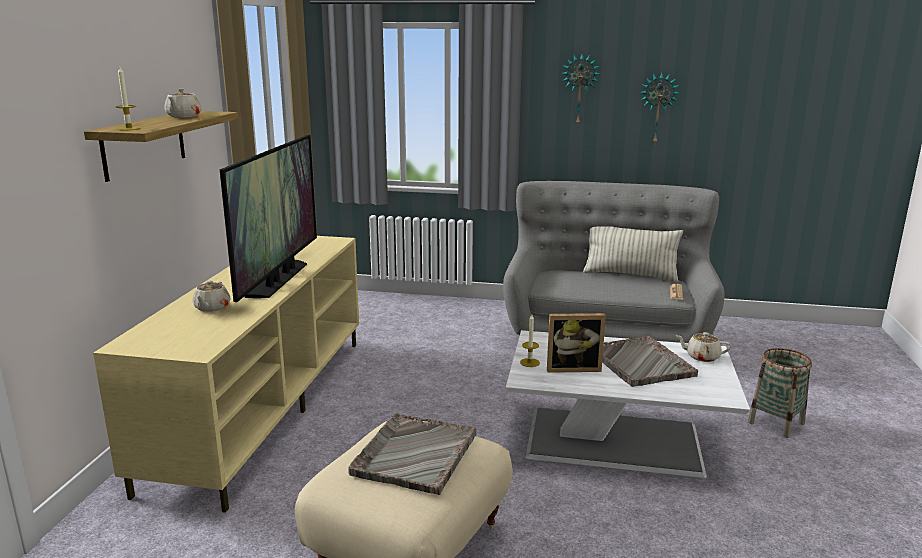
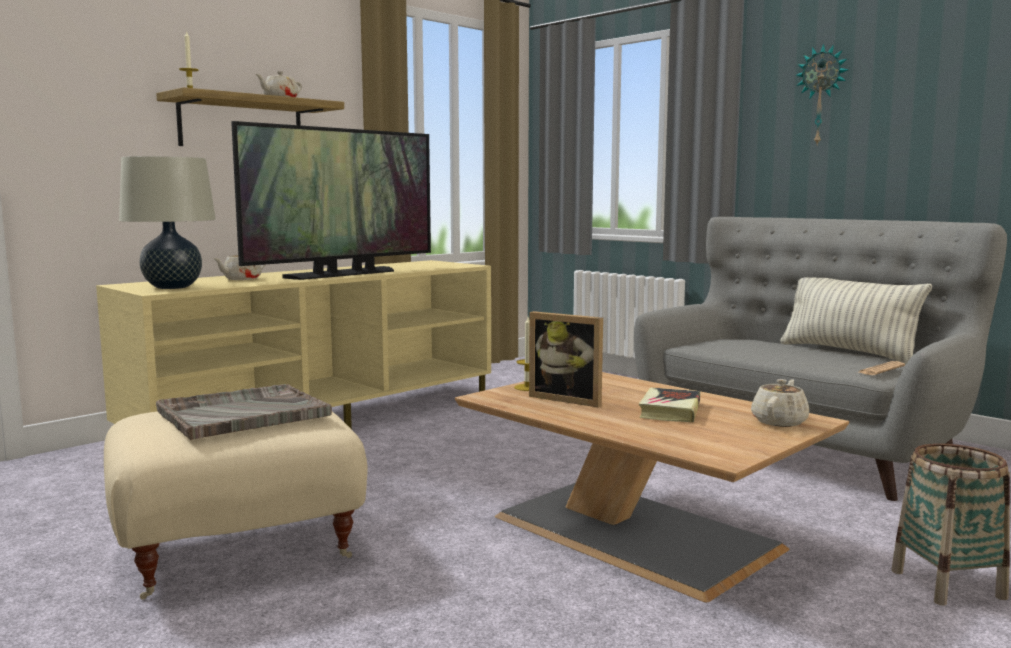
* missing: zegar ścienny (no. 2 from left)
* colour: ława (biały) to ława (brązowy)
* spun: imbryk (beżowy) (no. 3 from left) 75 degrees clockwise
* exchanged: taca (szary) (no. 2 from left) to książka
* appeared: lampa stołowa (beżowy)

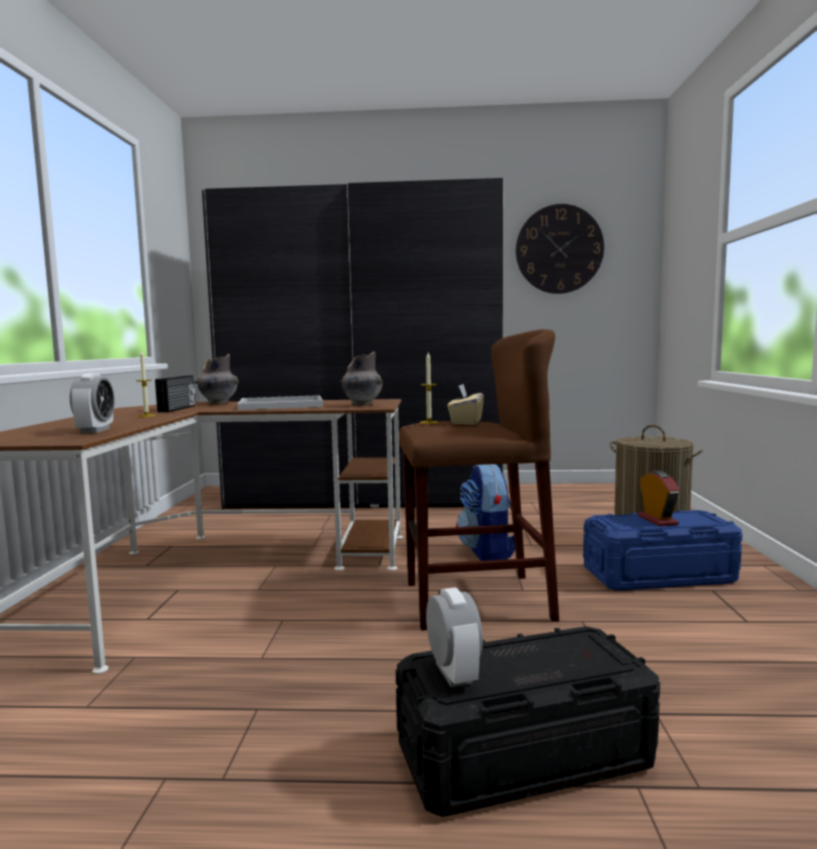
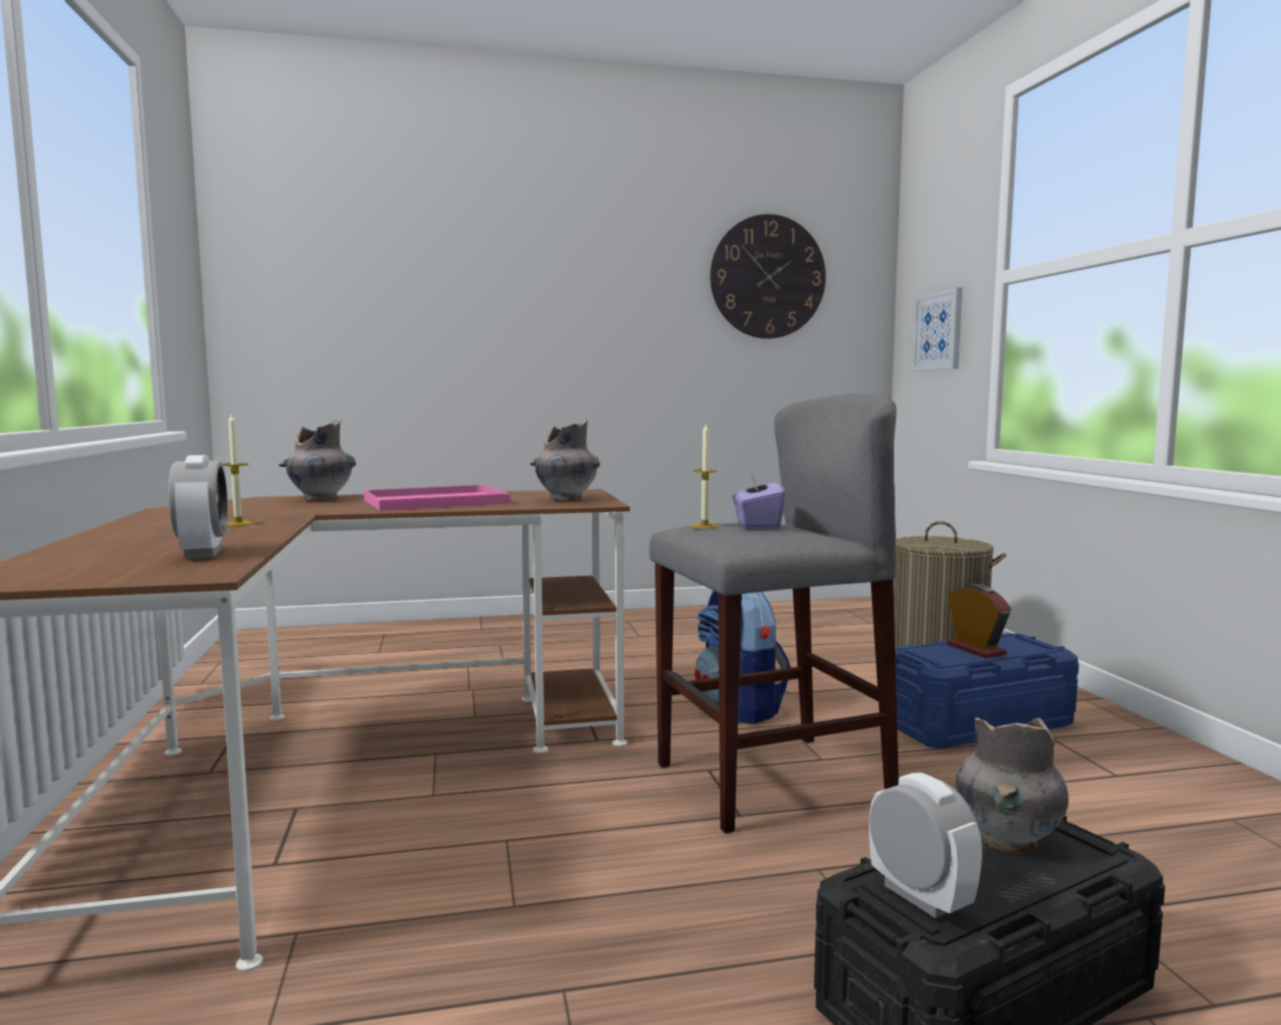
* missing: szafa (szary)
* colour: stołek (brązowy) to stołek (szary)
* missing: radio
* colour: pudełko chusteczek (beżowy) to pudełko chusteczek (fioletowy)
* colour: taca (biały) to taca (różowy)
* appeared: obraz
* appeared: wazon (szary) (no. 3 from left)

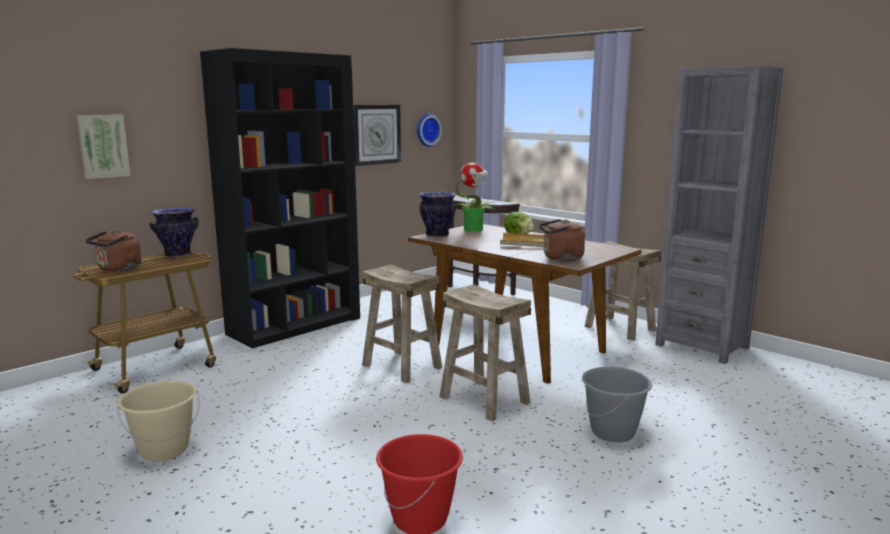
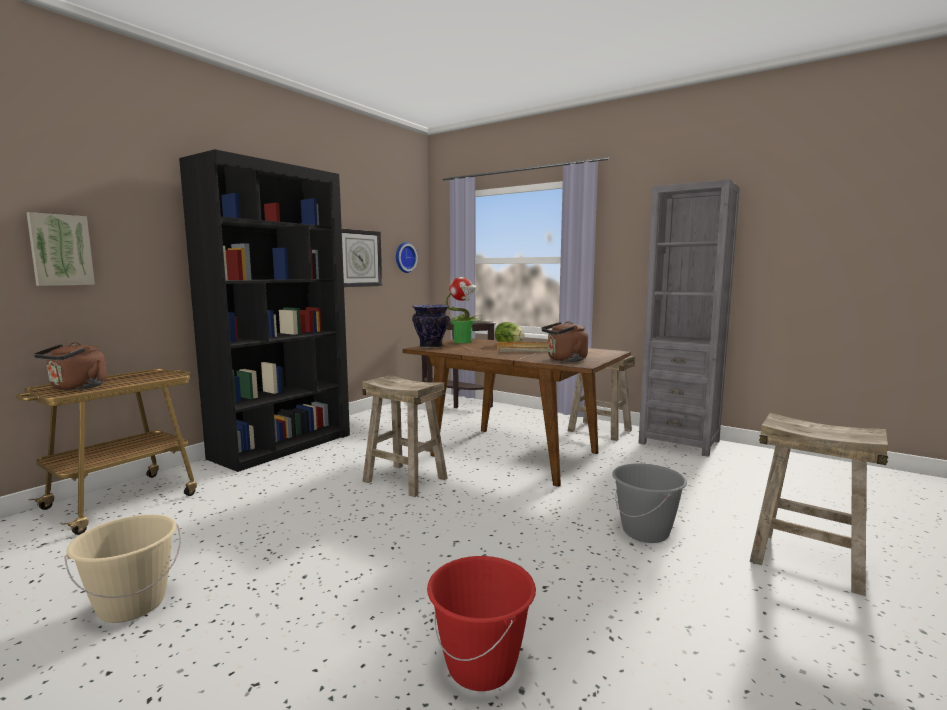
* missing: wazon (no. 1 from left)
* relocated: stołek (beżowy) (no. 2 from left in the first image) to stołek (beżowy) (no. 3 from left)

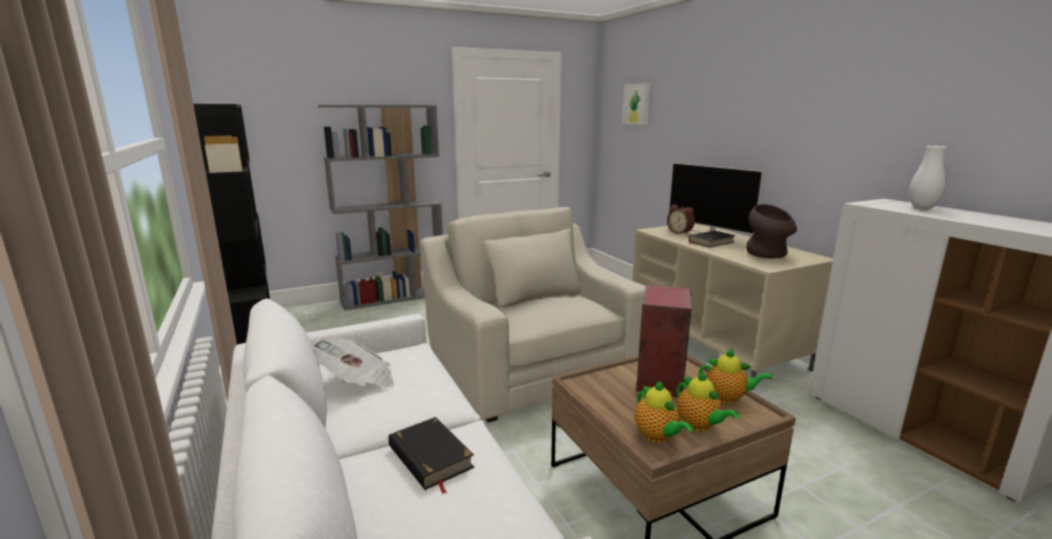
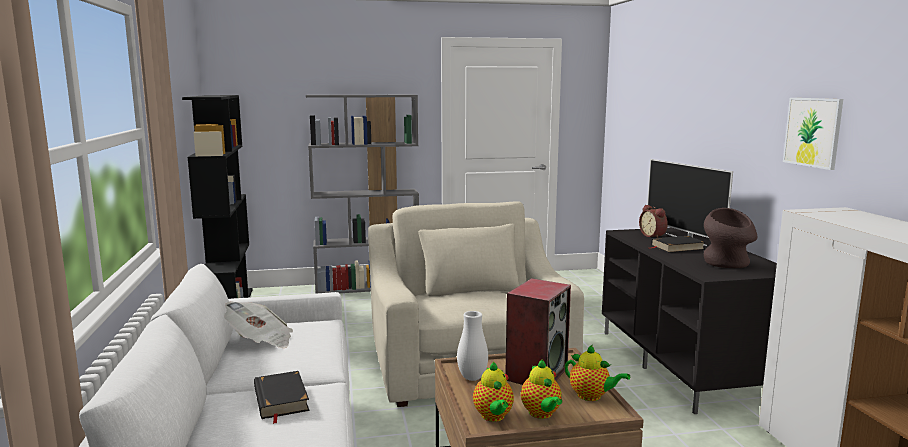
* relocated: obraz
* relocated: wazon (biały)
* colour: szafka pod telewizor (beżowy) to szafka pod telewizor (czarny)

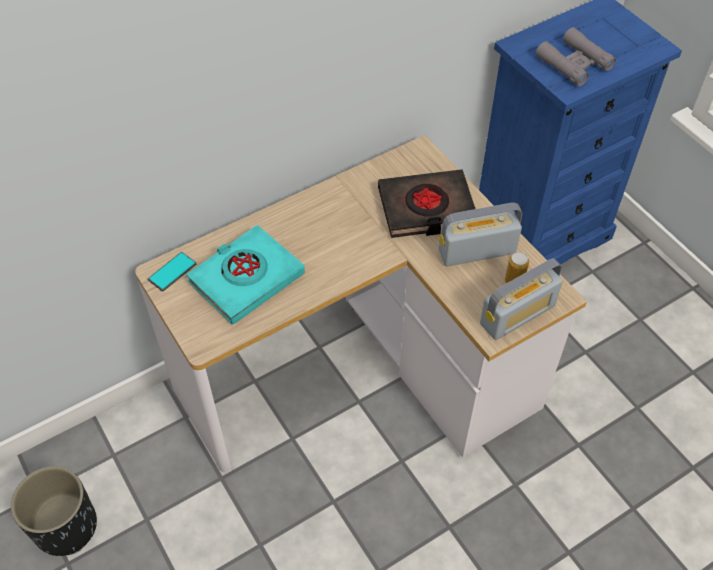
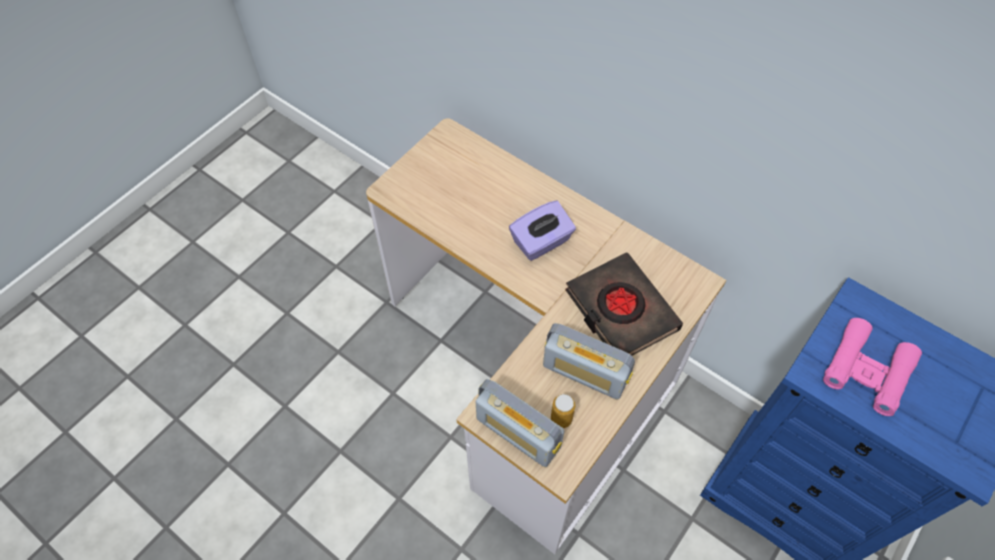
* colour: lornetka (szary) to lornetka (różowy)
* spun: radio (no. 1 from left in the first image) 150 degrees clockwise
* missing: książka (turkusowy)
* missing: telefon
* missing: donica (czarny)
* appeared: pudełko chusteczek (fioletowy)

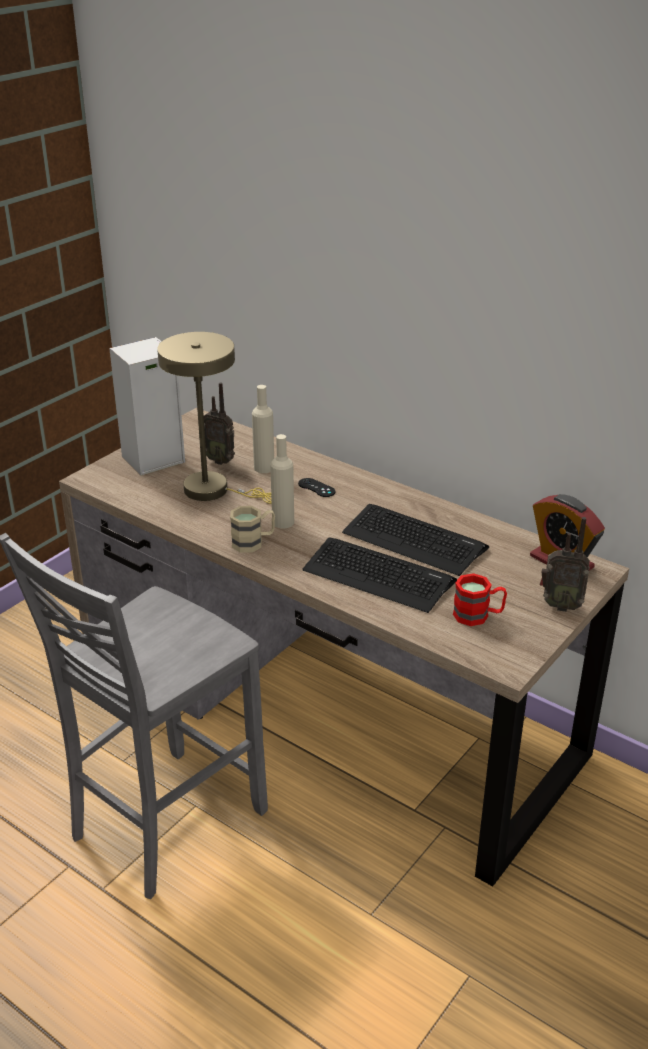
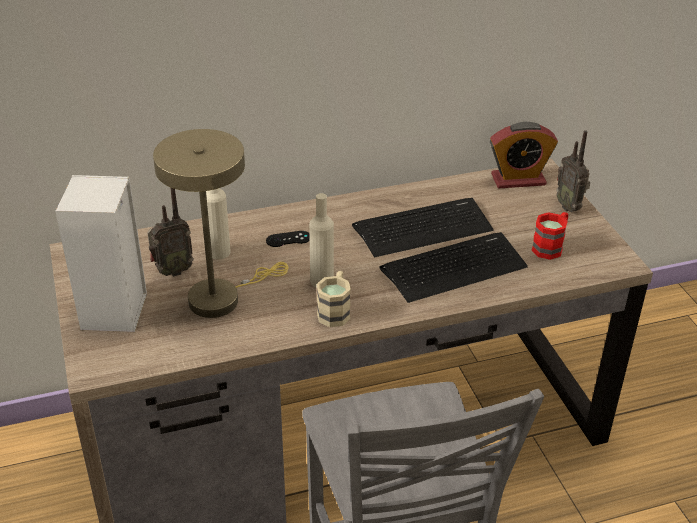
* spun: radio (no. 2 from left) 105 degrees clockwise

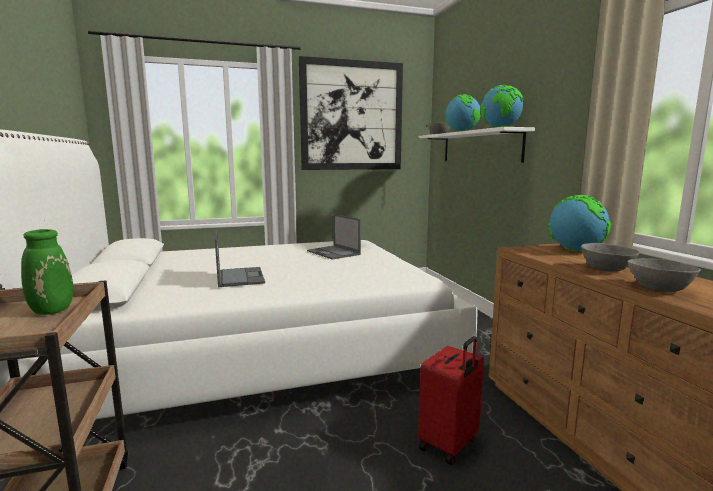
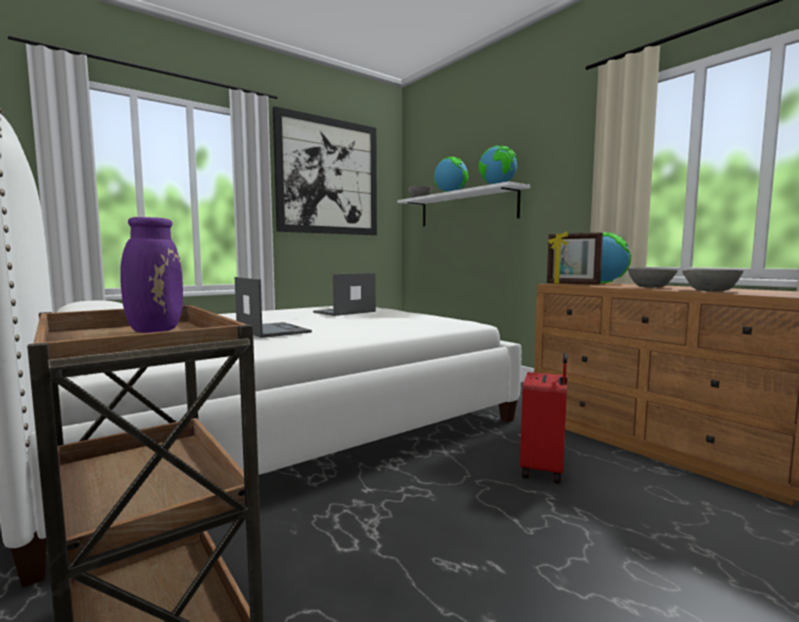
* spun: laptop (no. 2 from left) 105 degrees clockwise
* colour: wazon (zielony) to wazon (fioletowy)
* appeared: ramka na zdjęcie

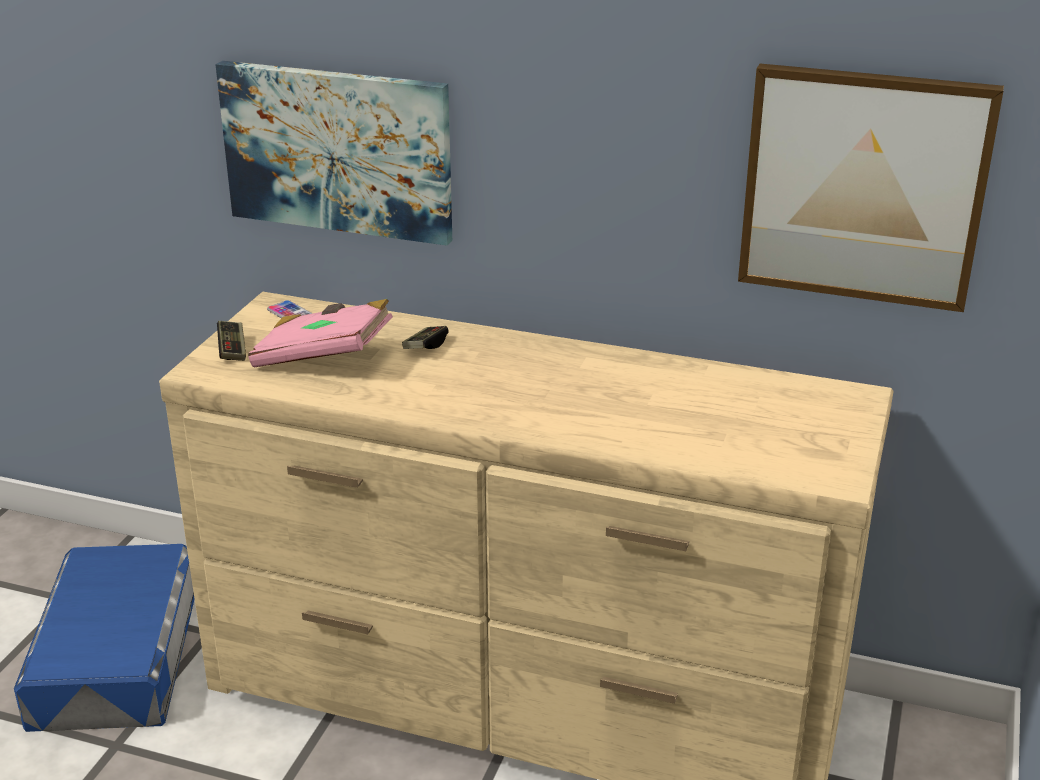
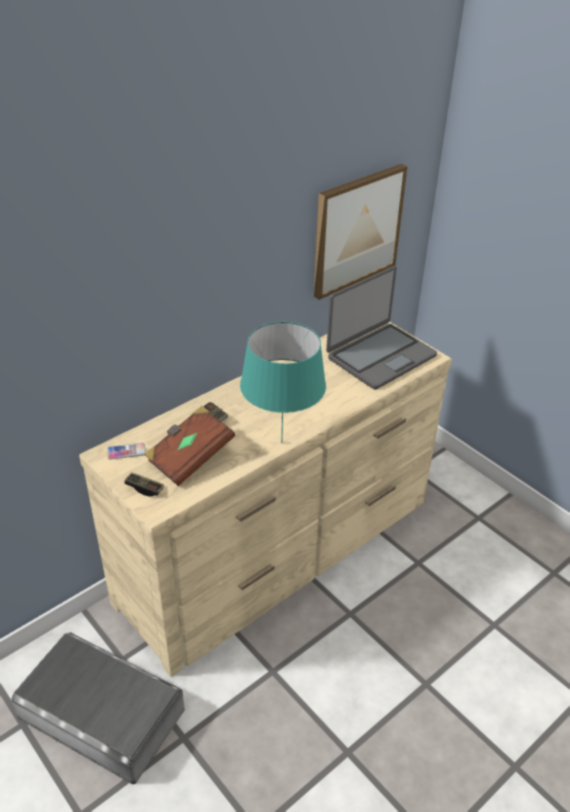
* missing: obraz (no. 1 from left)
* colour: książka (różowy) to książka (brązowy)
* colour: pojemnik do przechowywania (niebieski) to pojemnik do przechowywania (szary)
* appeared: laptop
* appeared: lampa stołowa (turkusowy)

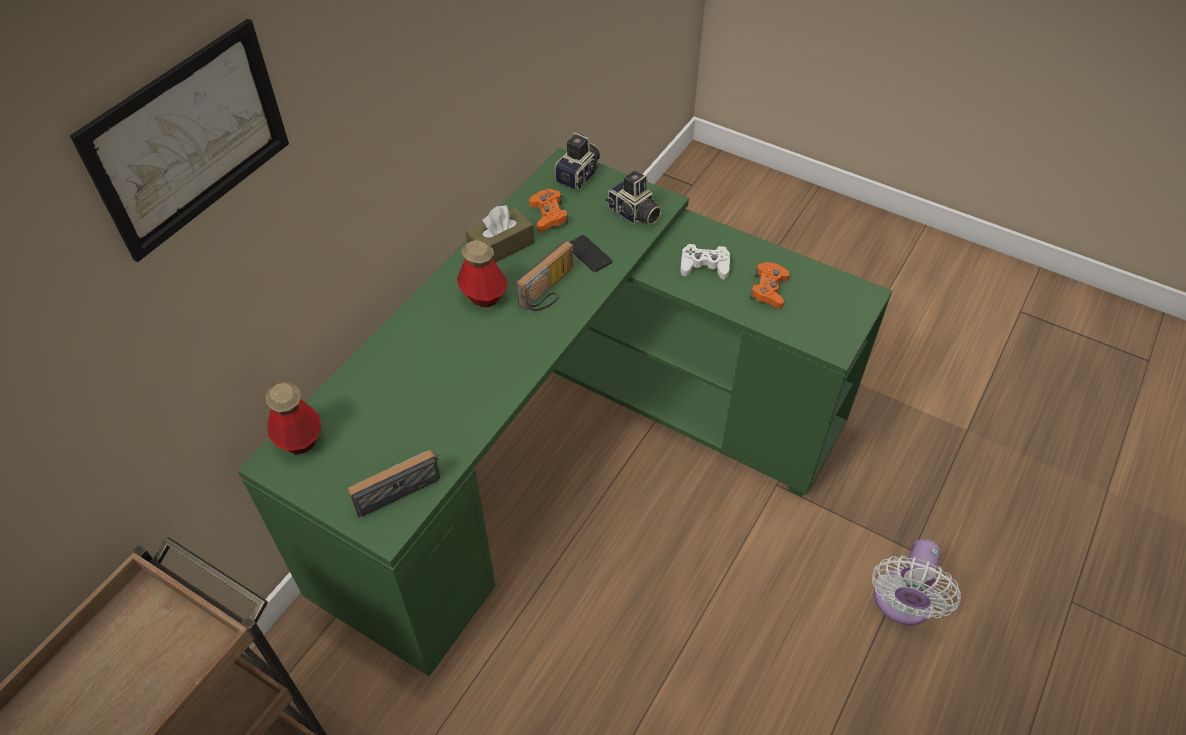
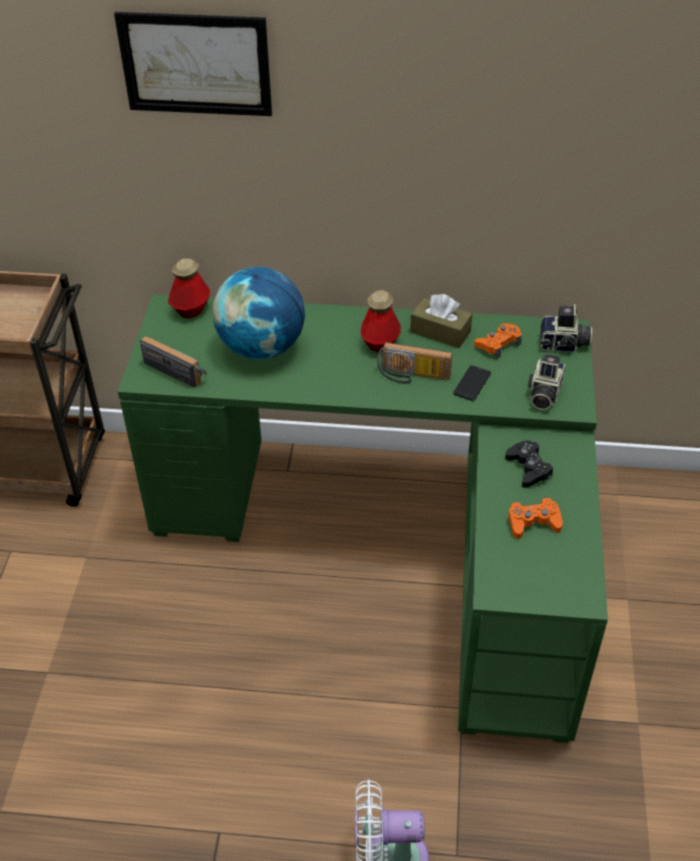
* colour: pad do gier (biały) to pad do gier (czarny)
* appeared: globus

